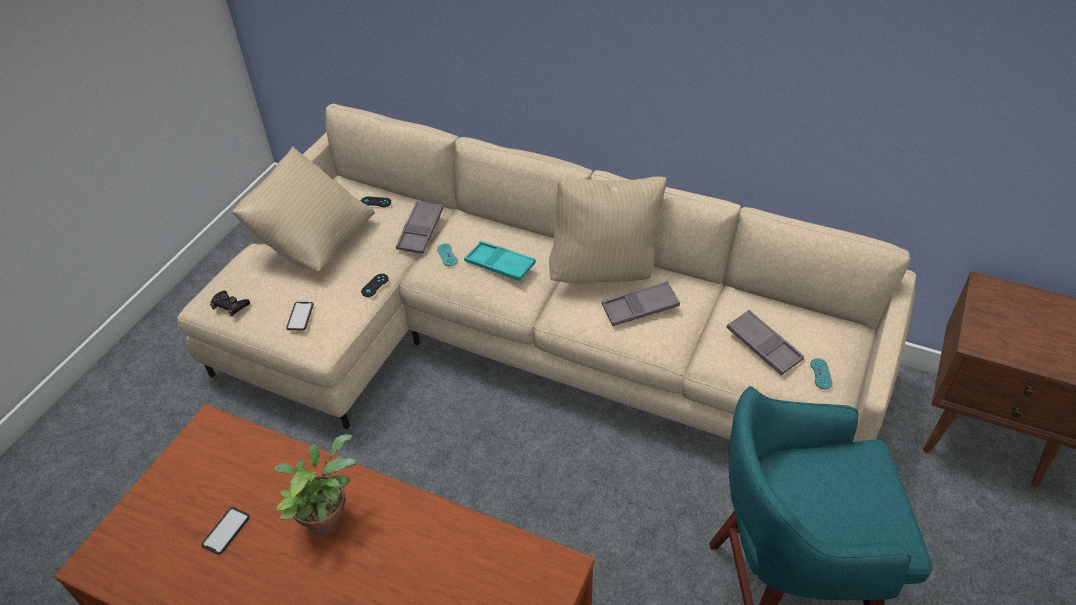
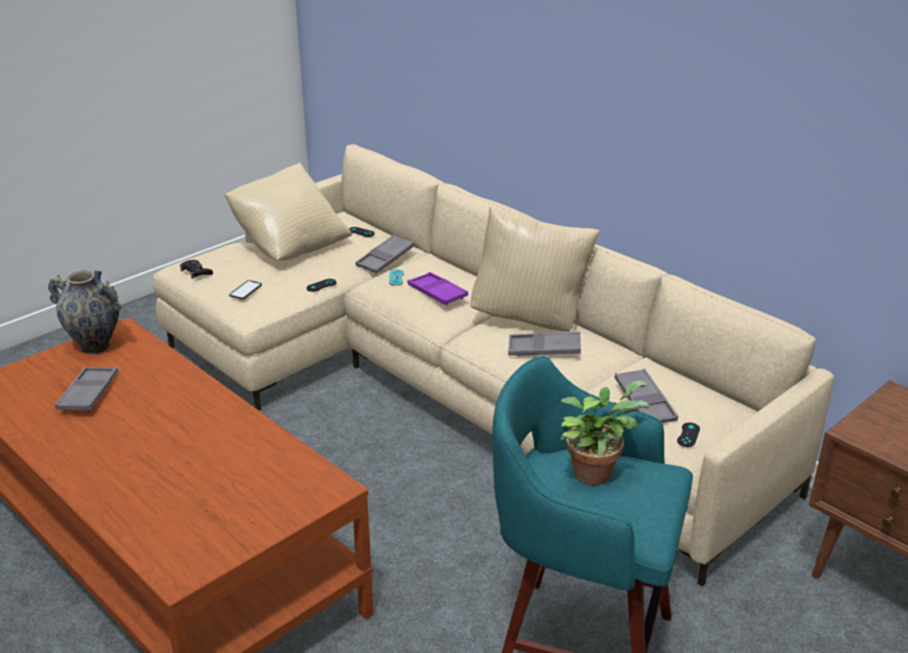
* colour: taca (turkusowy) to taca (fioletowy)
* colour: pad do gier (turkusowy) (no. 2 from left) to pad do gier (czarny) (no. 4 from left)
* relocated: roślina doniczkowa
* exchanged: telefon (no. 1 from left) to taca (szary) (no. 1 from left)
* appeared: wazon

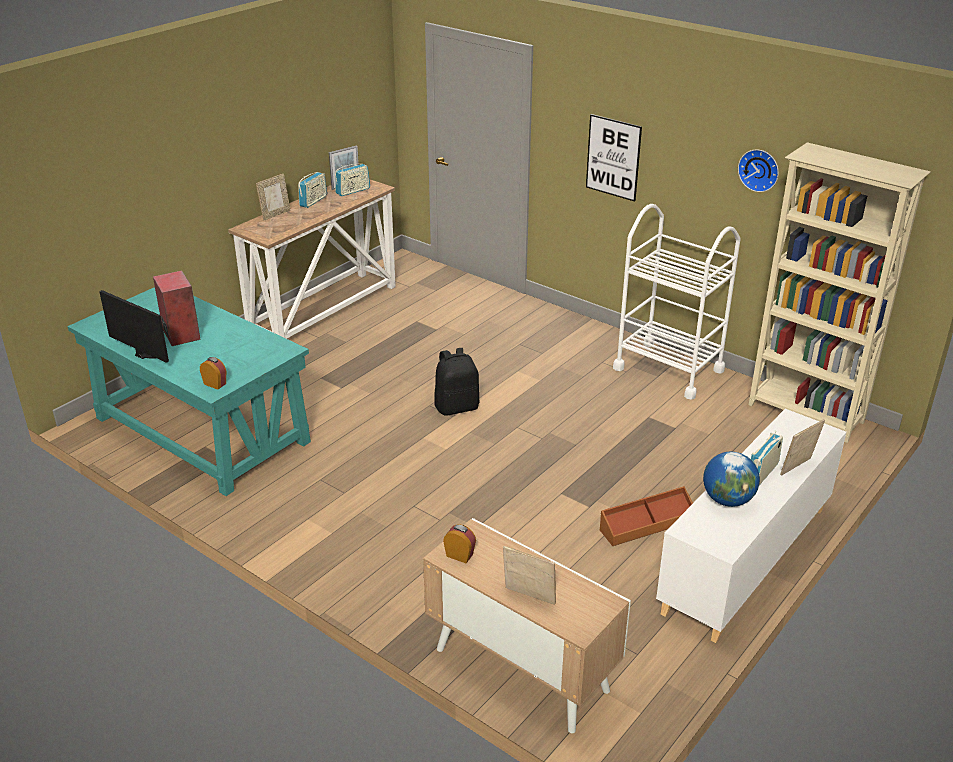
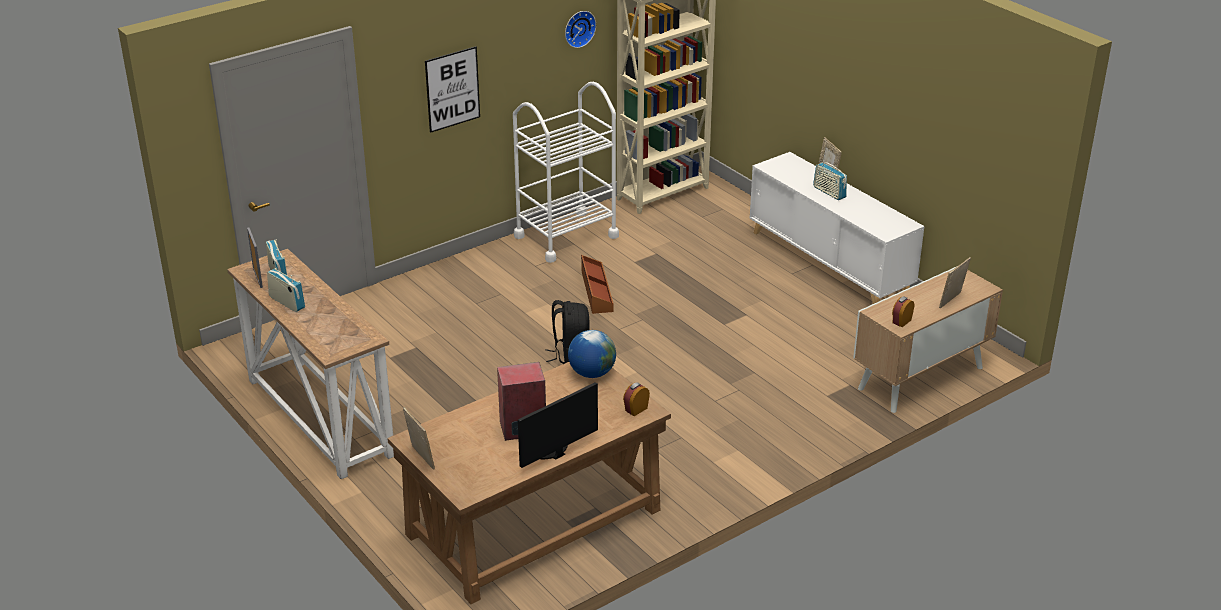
* relocated: ramka na zdjęcie (no. 1 from left in the first image) to ramka na zdjęcie (no. 2 from left)
* colour: biurko (turkusowy) to biurko (brązowy)
* relocated: globus
* relocated: pojemnik do przechowywania (brązowy)

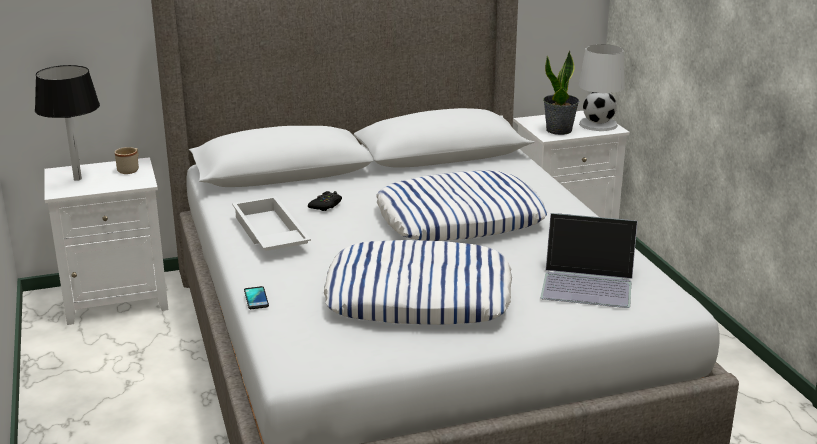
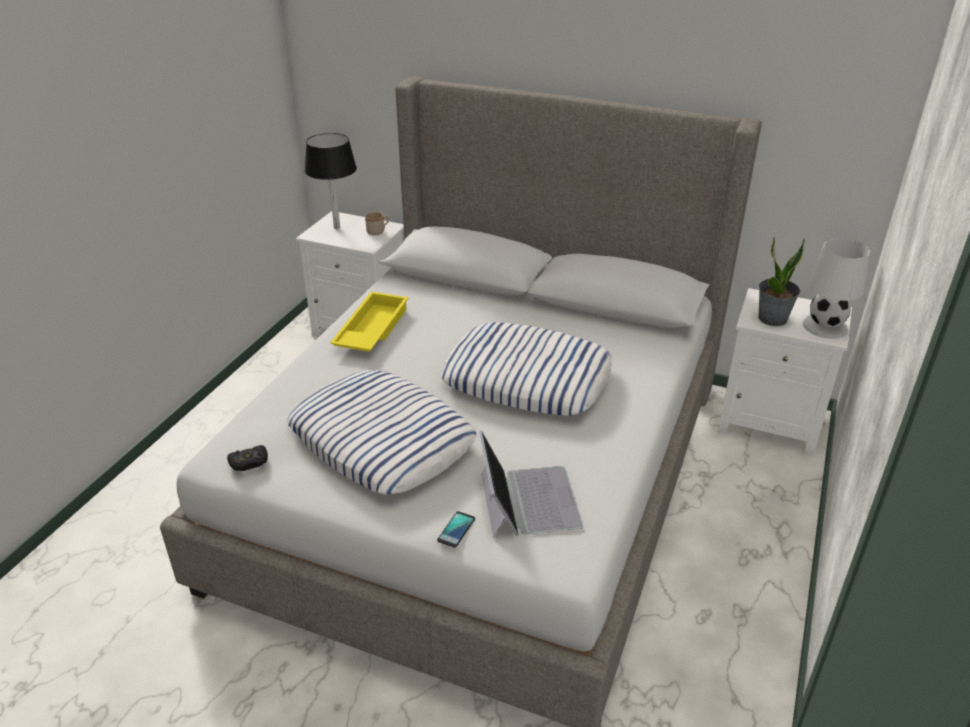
* relocated: pad do gier (czarny)
* colour: taca (biały) to taca (żółty)
* spun: laptop 150 degrees counterclockwise
* relocated: telefon

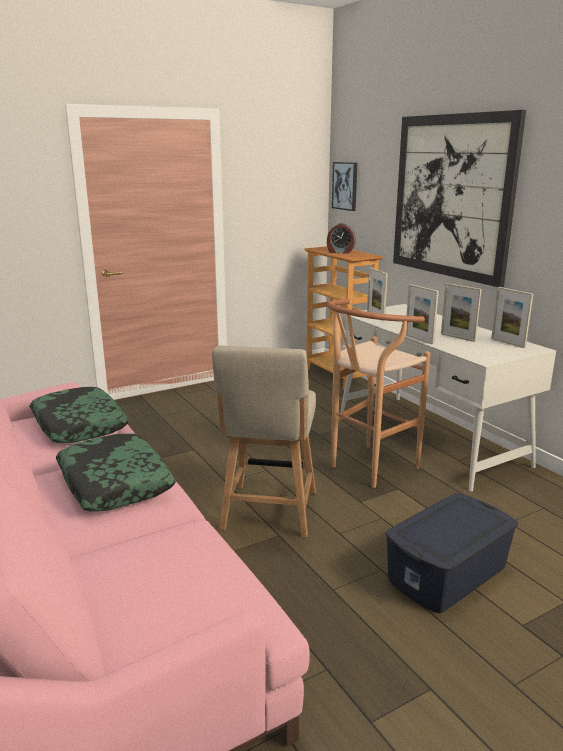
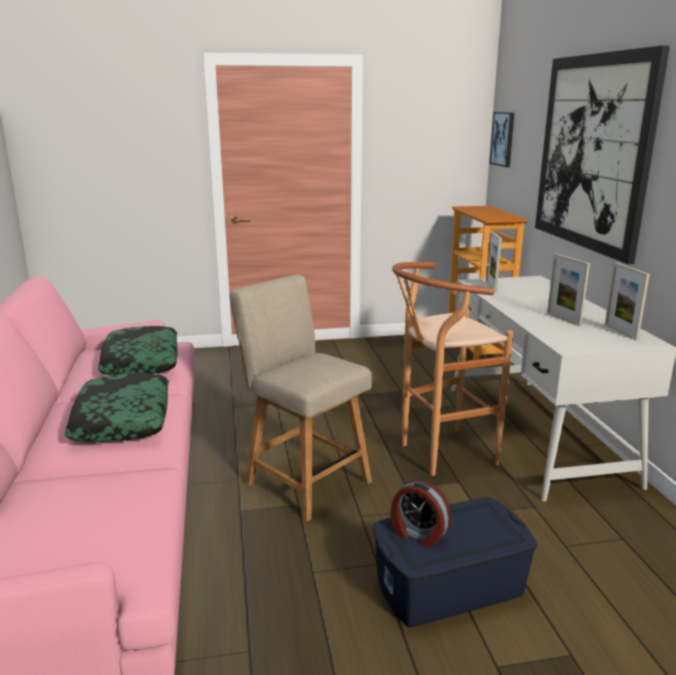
* relocated: budzik
* missing: ramka na zdjęcie (no. 2 from left)
* spun: krzesło (beżowy) 105 degrees clockwise

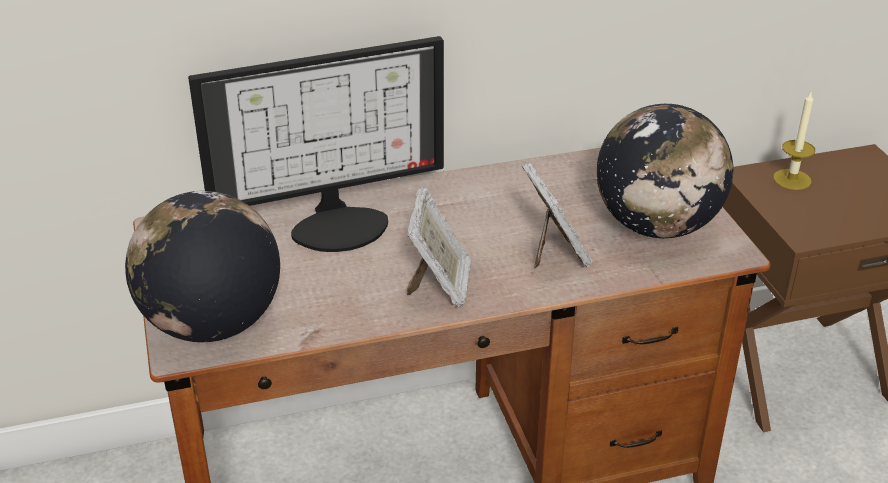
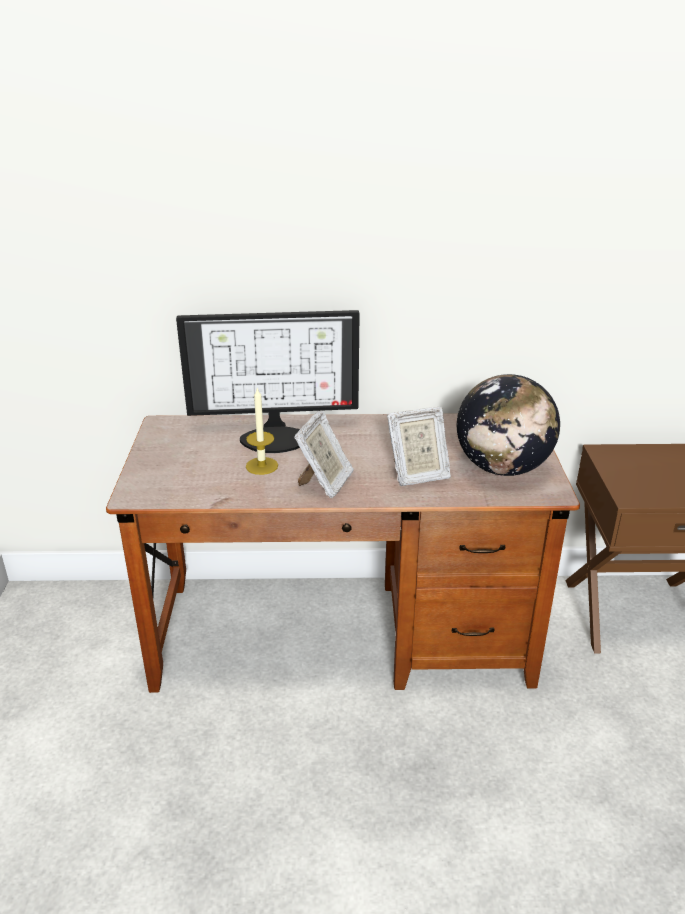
* relocated: świeca
* spun: ramka na zdjęcie (no. 2 from left) 75 degrees clockwise
* missing: globus (no. 1 from left)

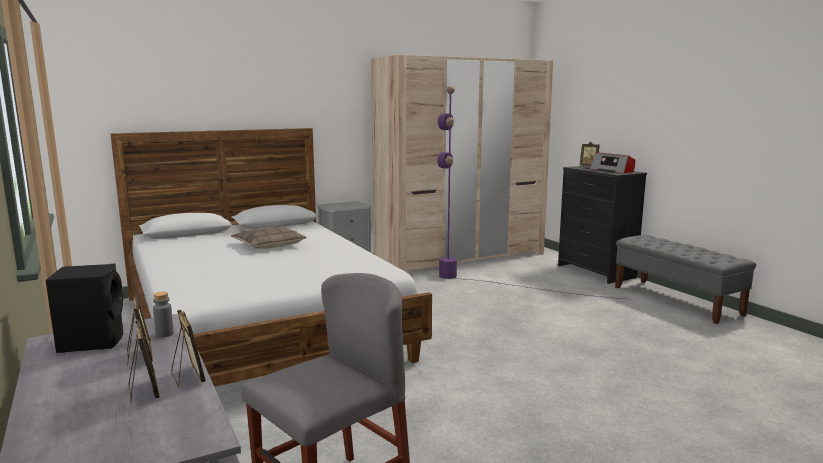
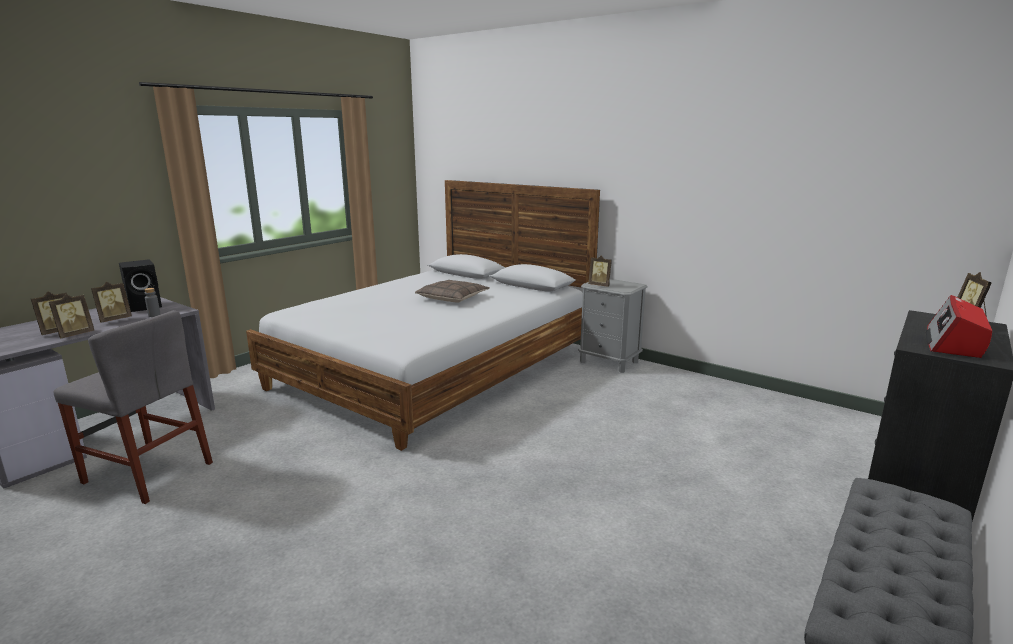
* missing: szafa (beżowy)
* missing: lampa stojąca (fioletowy)
* appeared: ramka na zdjęcie (no. 4 from left)

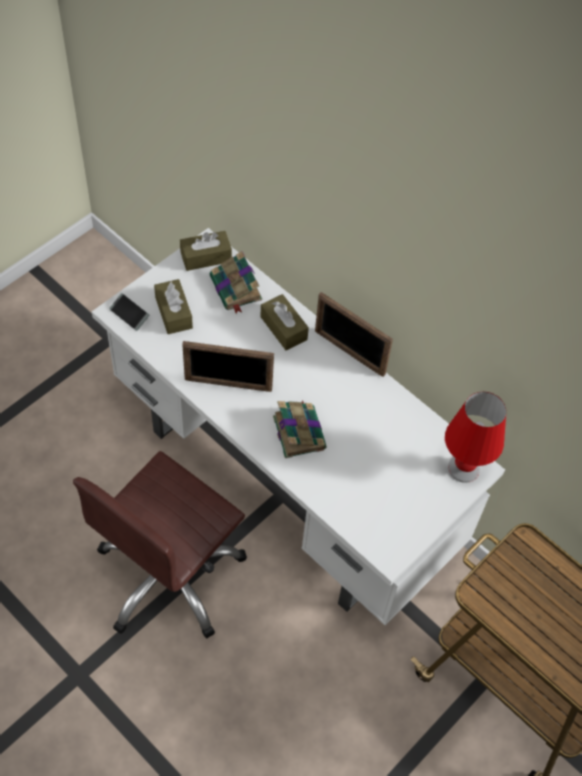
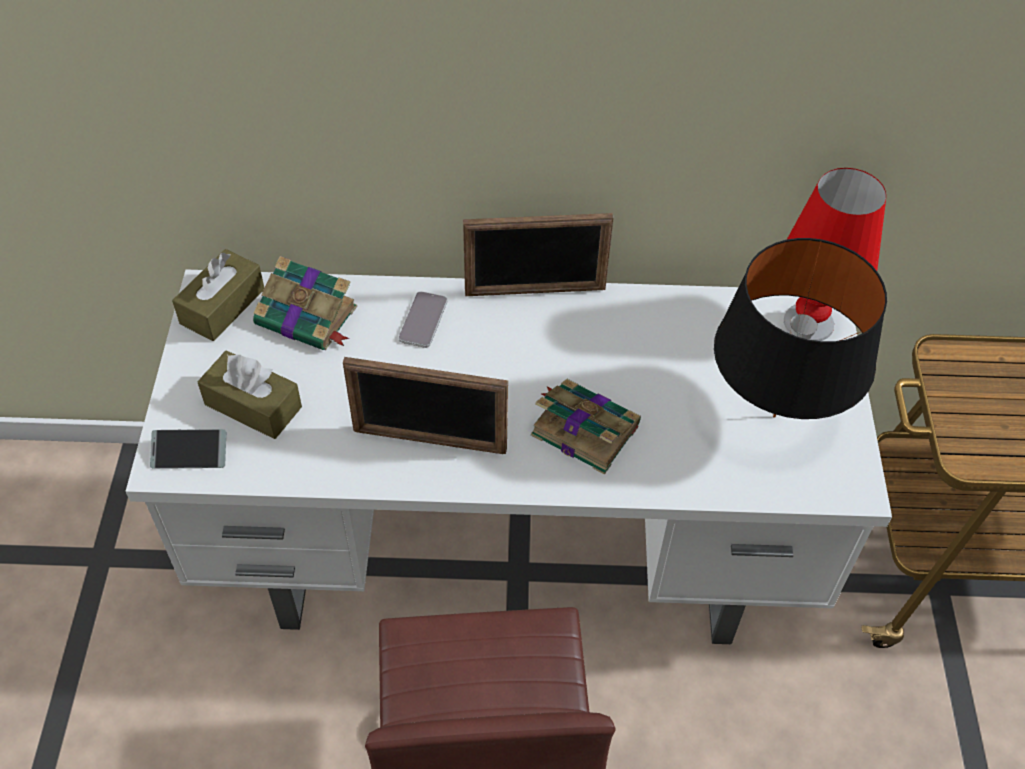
* exchanged: pudełko chusteczek (brązowy) (no. 3 from left) to telefon (no. 2 from left)
* spun: ramka na zdjęcie (no. 1 from left) 45 degrees clockwise
* appeared: lampa stołowa (czarny)

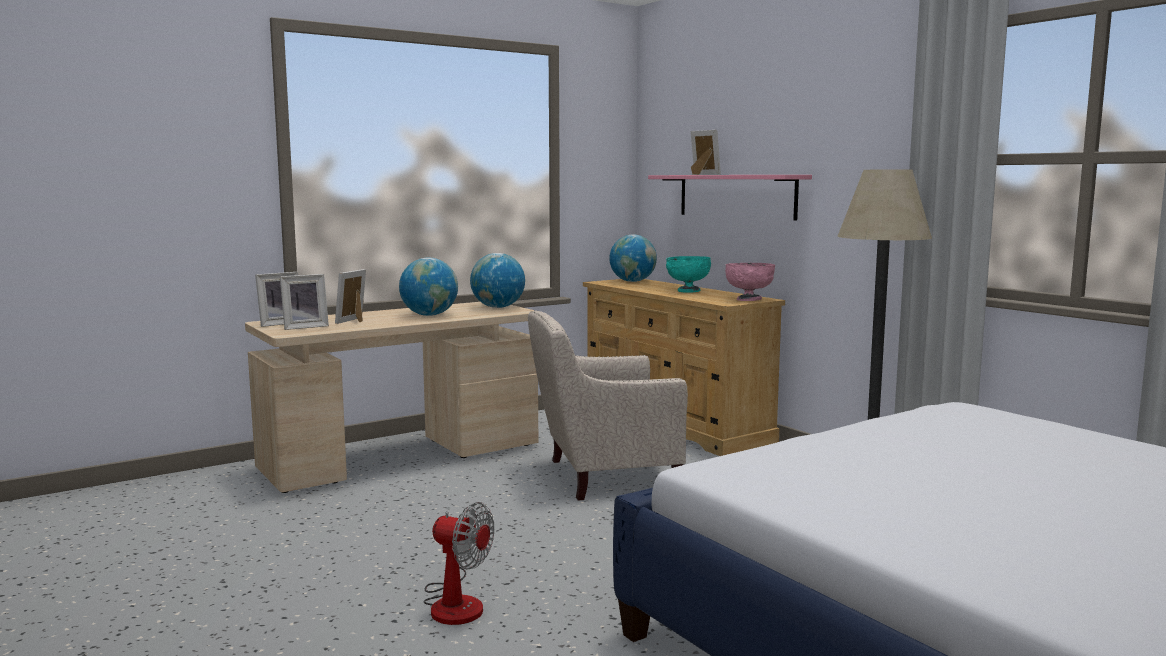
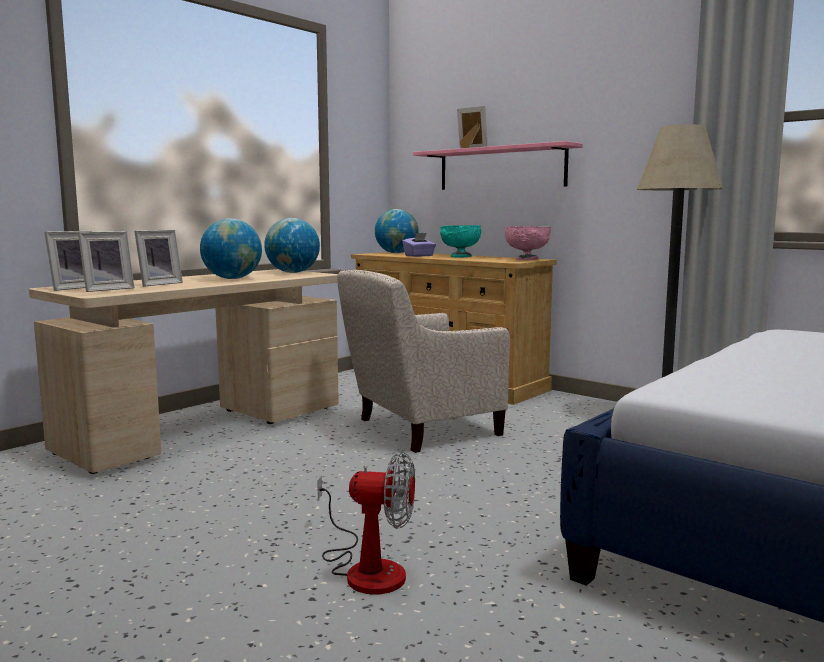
* spun: ramka na zdjęcie (no. 3 from left) 150 degrees counterclockwise
* appeared: pudełko chusteczek (fioletowy)

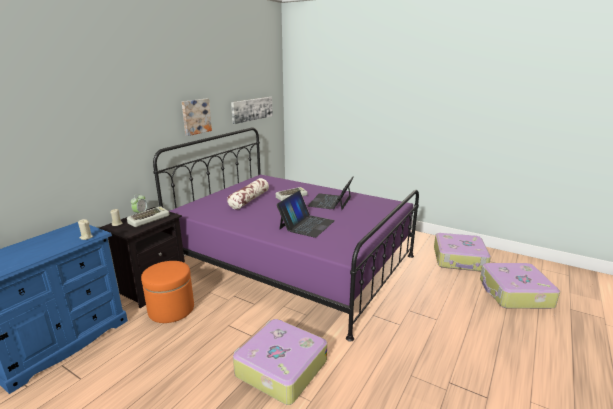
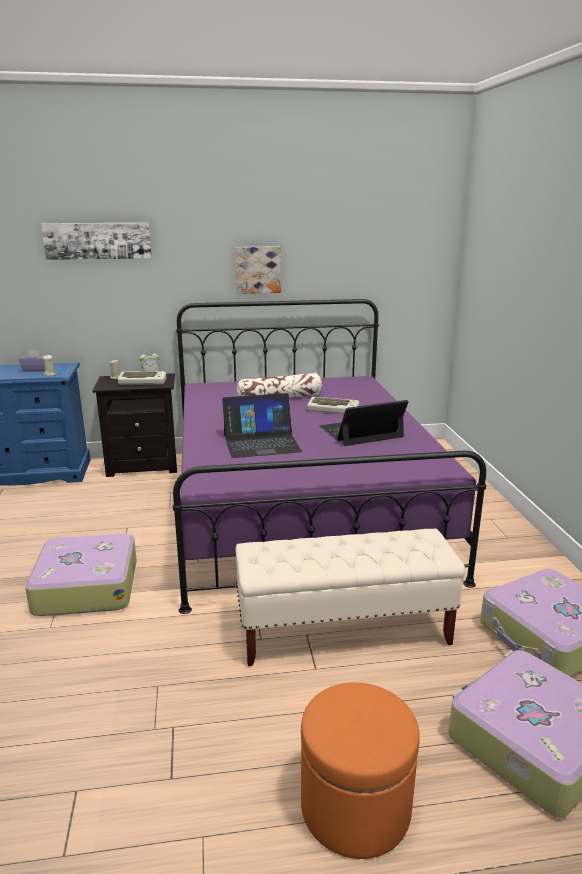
* relocated: obraz (no. 2 from left in the first image) to obraz (no. 1 from left)
* relocated: pufa (pomarańczowy)
* appeared: pudełko chusteczek (fioletowy)
* appeared: ławka (beżowy)

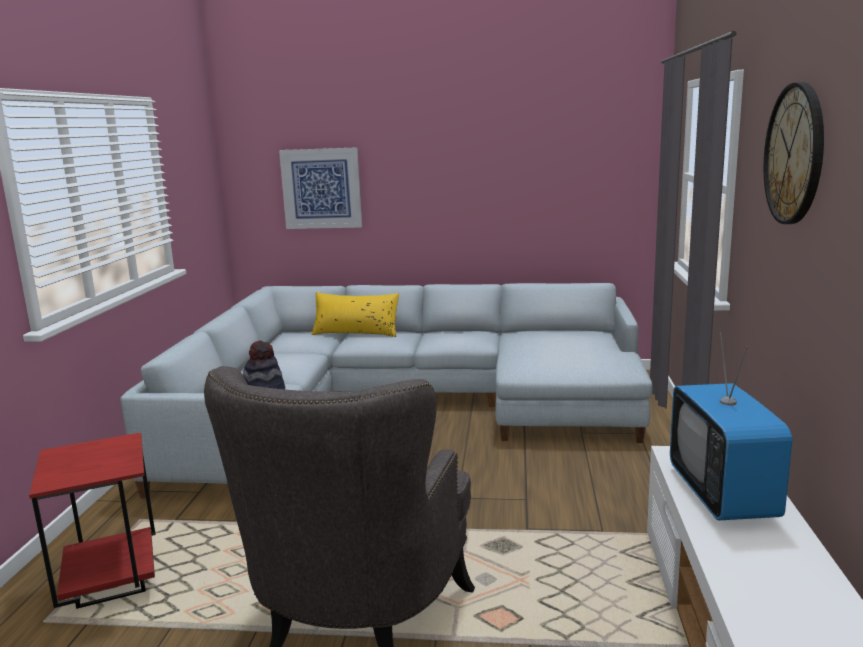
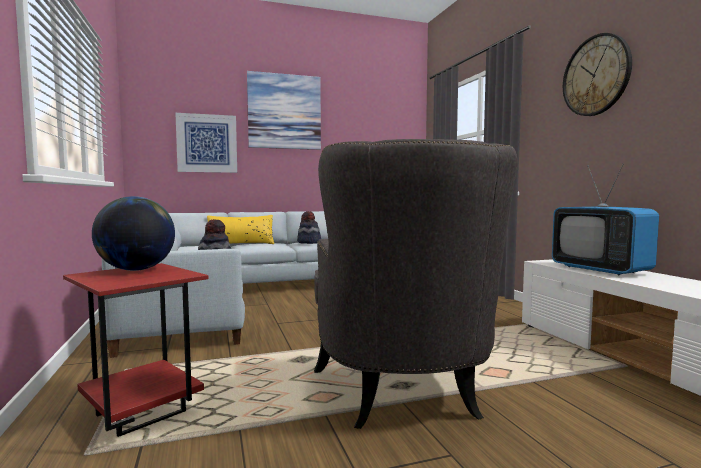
* appeared: obraz (no. 2 from left)
* appeared: globus
* appeared: kapelusz (no. 2 from left)

